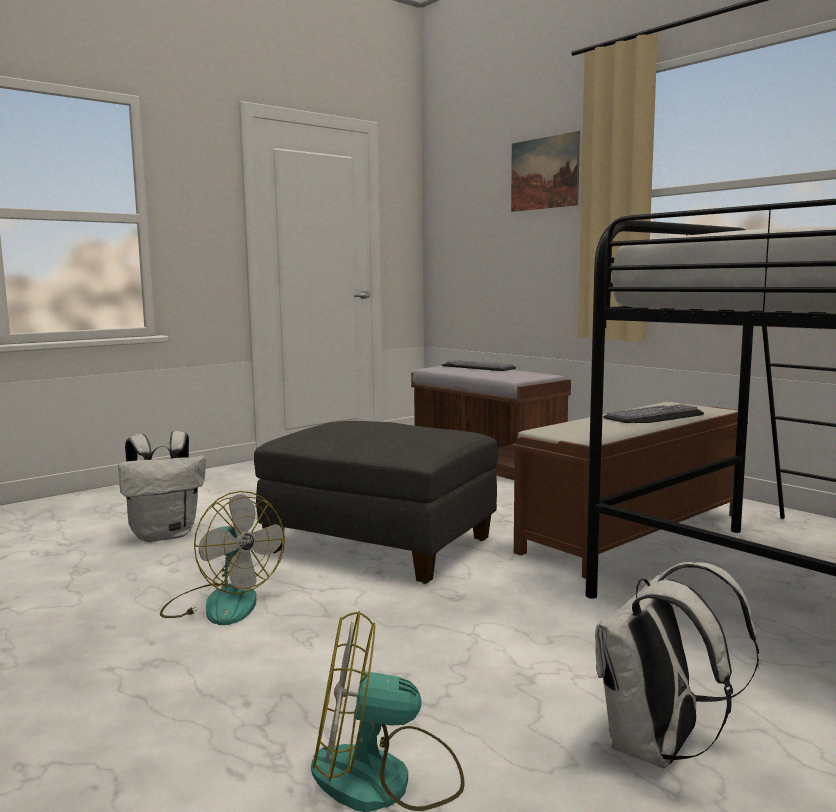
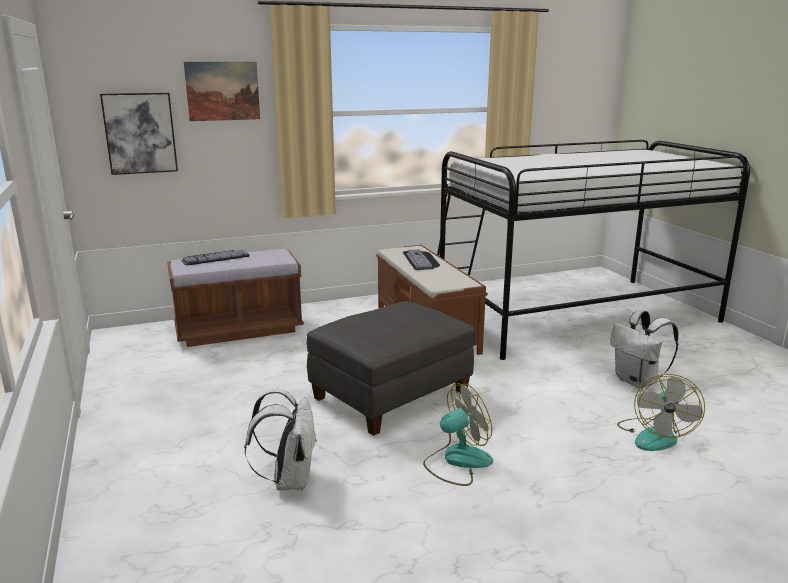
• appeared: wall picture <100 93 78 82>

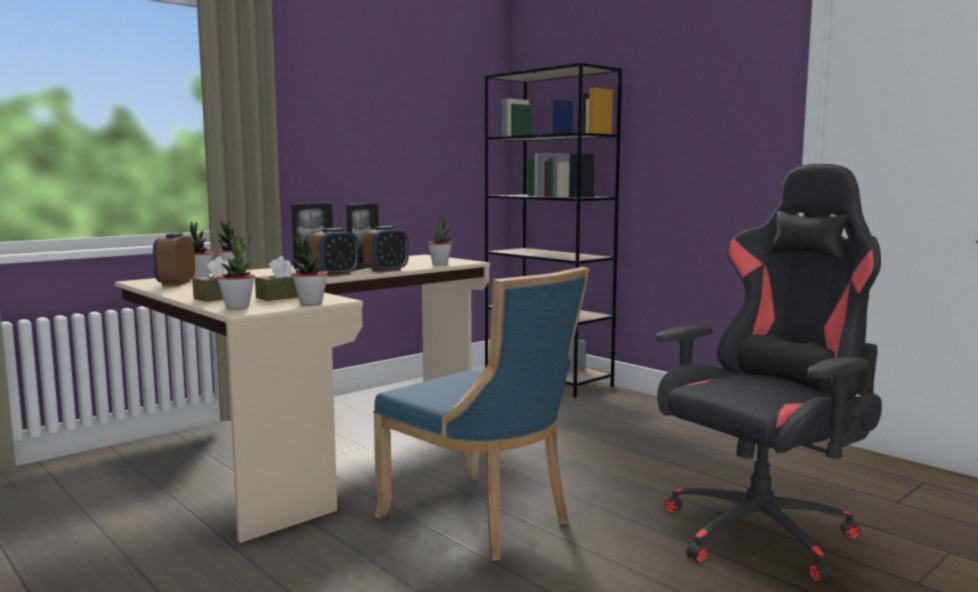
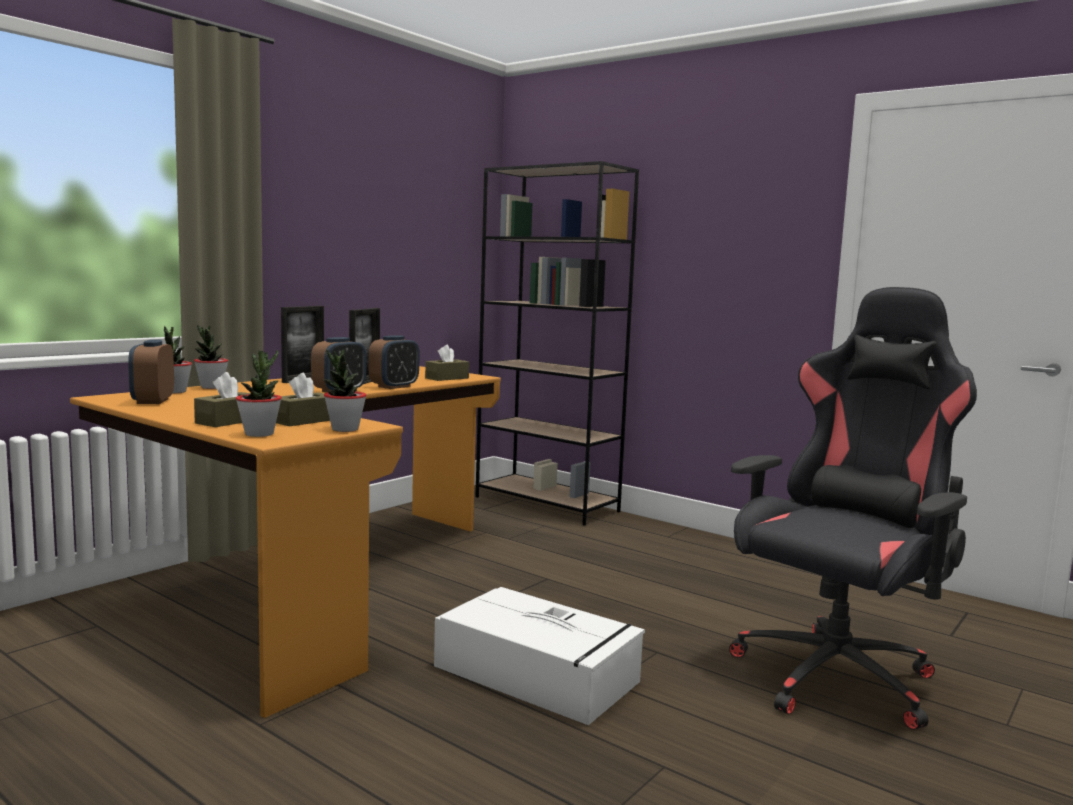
• exchanged: bluish upright chair <373 267 216 294> to white-coloured storage container <434 587 211 138>
• exchanged: houseplant <428 216 24 49> to brown tissue box <425 345 44 36>
• colour: beige desk unit <115 254 375 289> to orange desk unit <70 366 431 352>

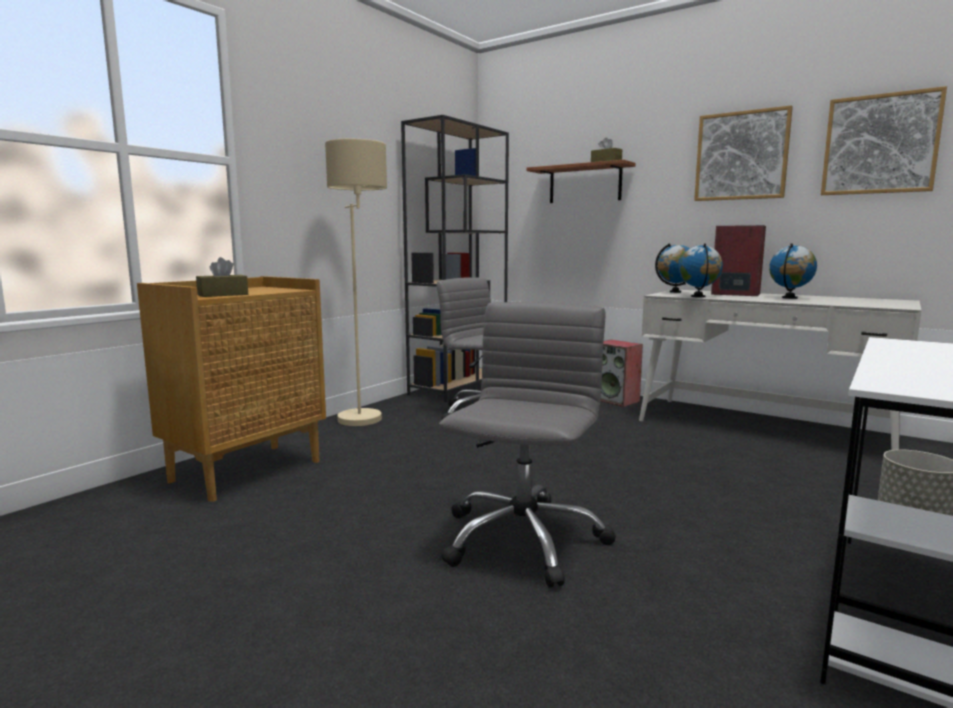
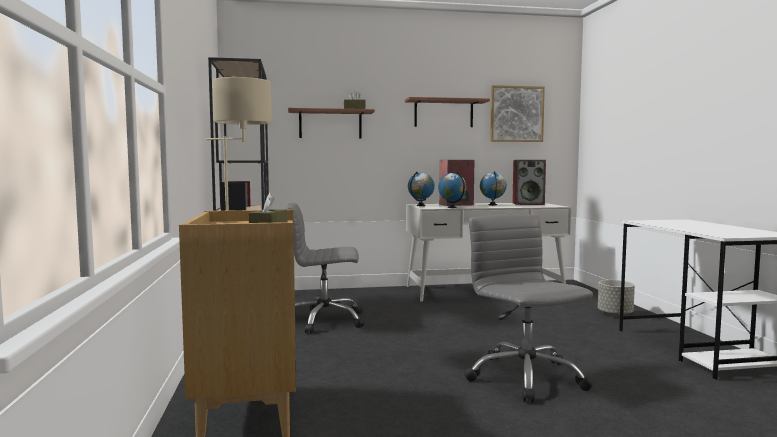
• relocated: audio speaker <600 340 43 67> to <512 160 34 45>
• exchanged: wall picture <694 105 99 96> to bracket shelf <405 97 85 30>

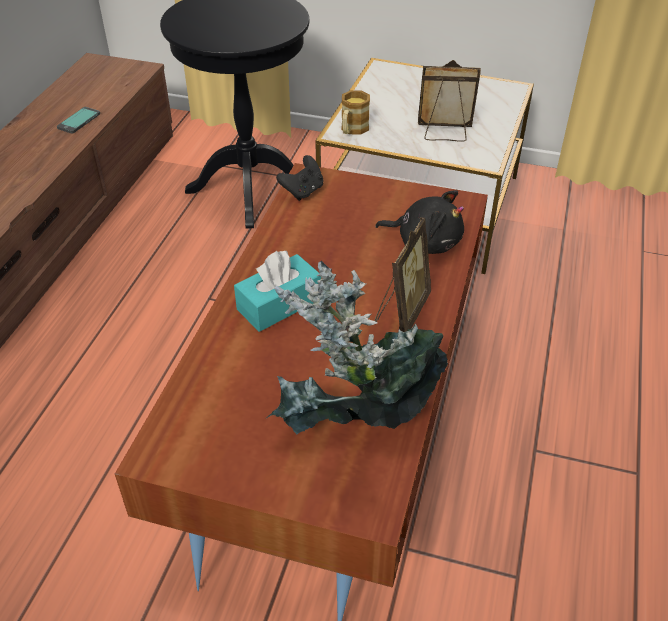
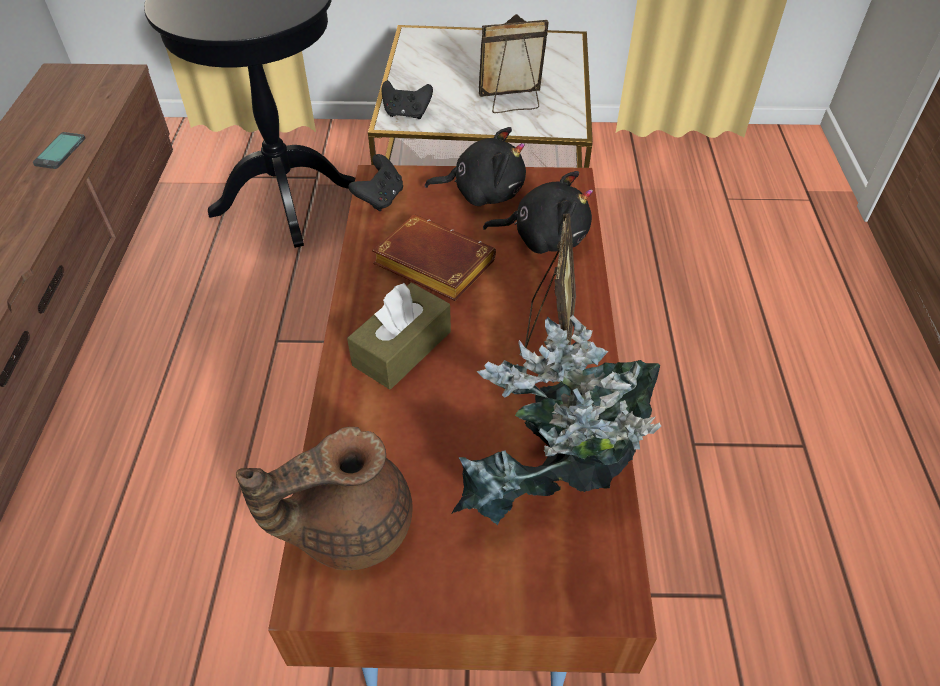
• appeared: brown tea pot <236 427 177 143>
• appeared: brown volume <372 214 124 87>
• appeared: black-coloured soft toy <425 127 101 79>
• exchanged: tea mug <341 90 29 45> to black-coloured gamepad <382 80 51 39>
• colour: turquoise tissue box <234 251 87 81> to brown tissue box <347 283 104 106>

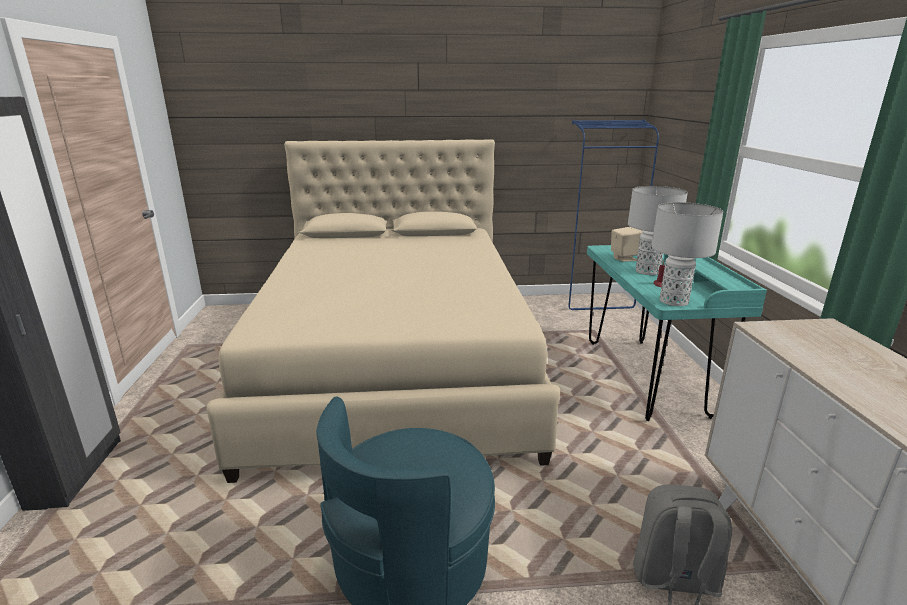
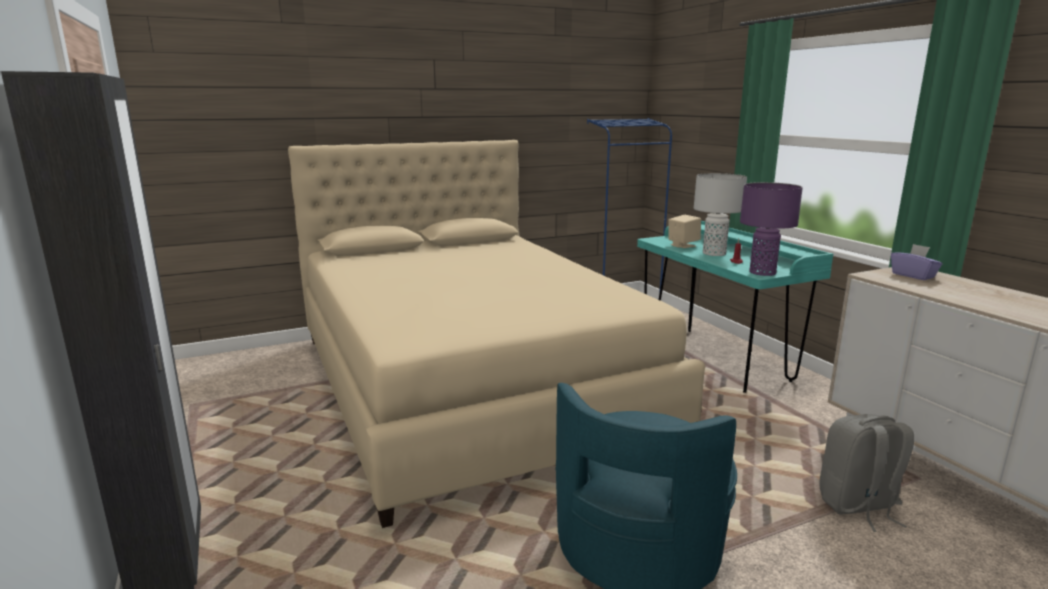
• appeared: purple tissue box <891 244 51 36>
• colour: white-coloured tabletop lamp <651 202 72 104> to purple tabletop lamp <740 182 63 94>

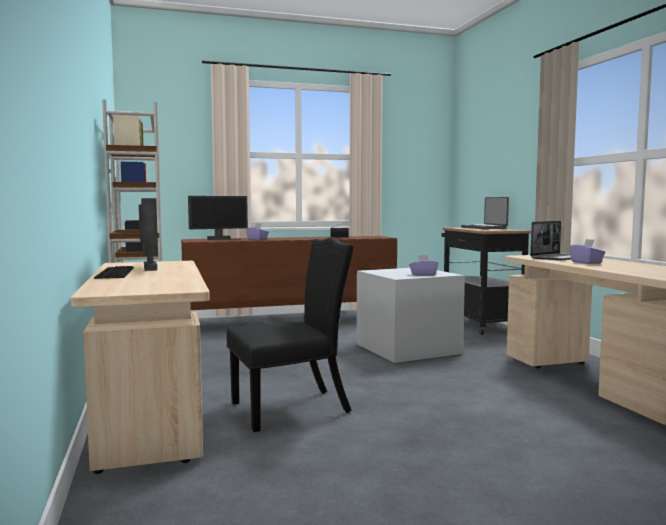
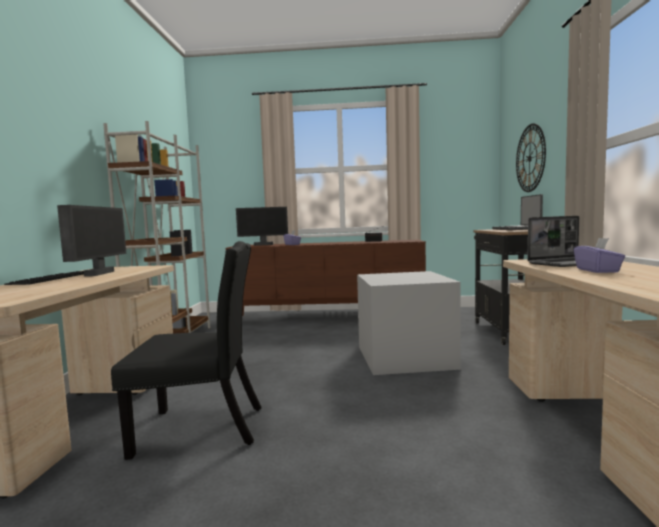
• missing: purple tissue box <409 255 29 21>
• appeared: hanging clock <516 123 30 69>

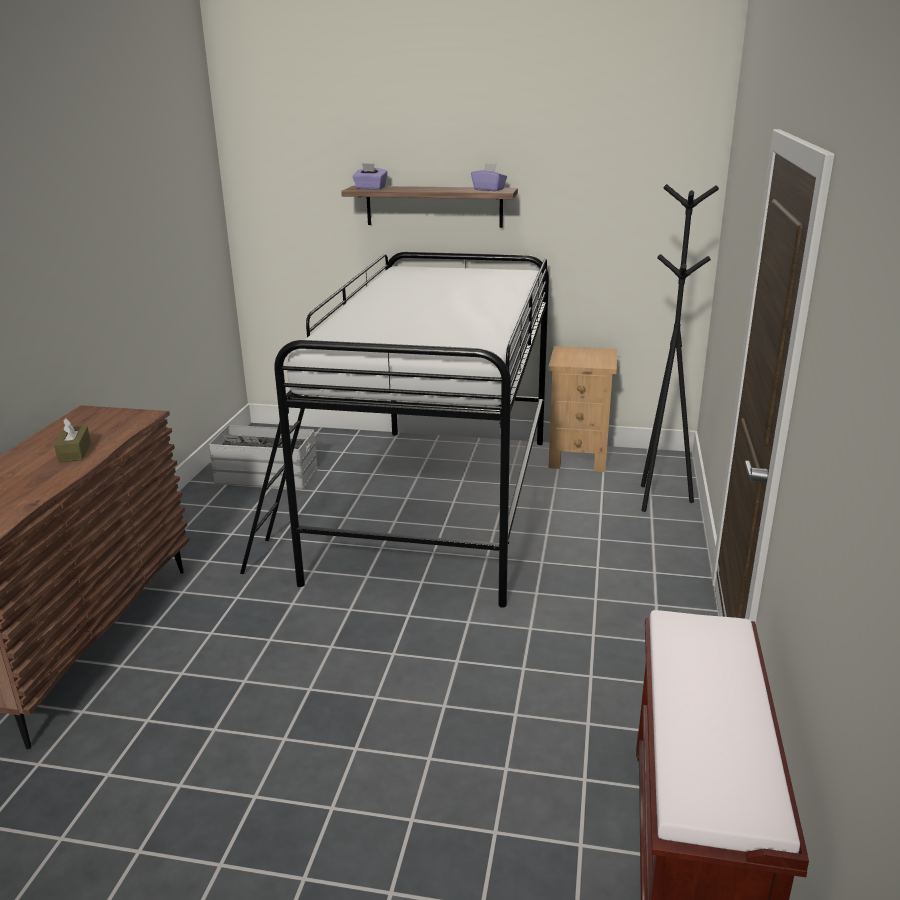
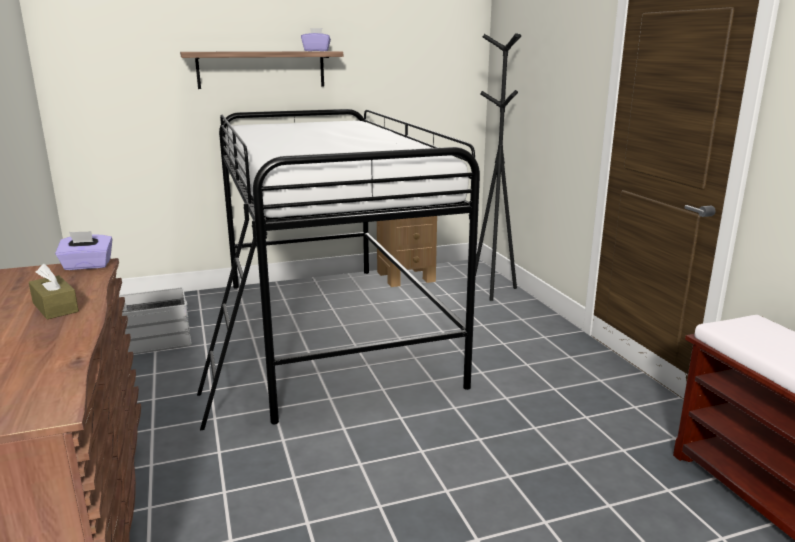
• relocated: purple tissue box <352 163 36 27> to <55 231 57 39>

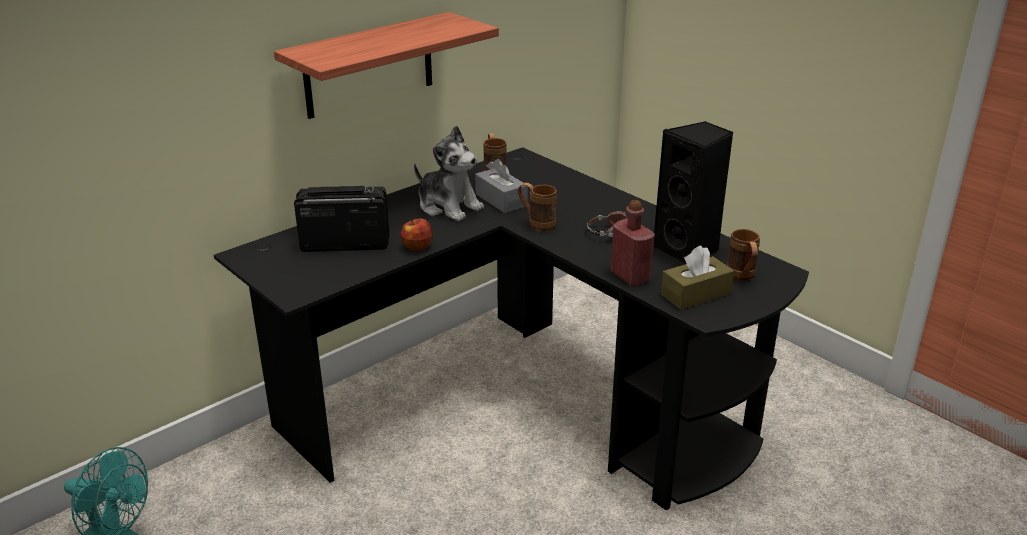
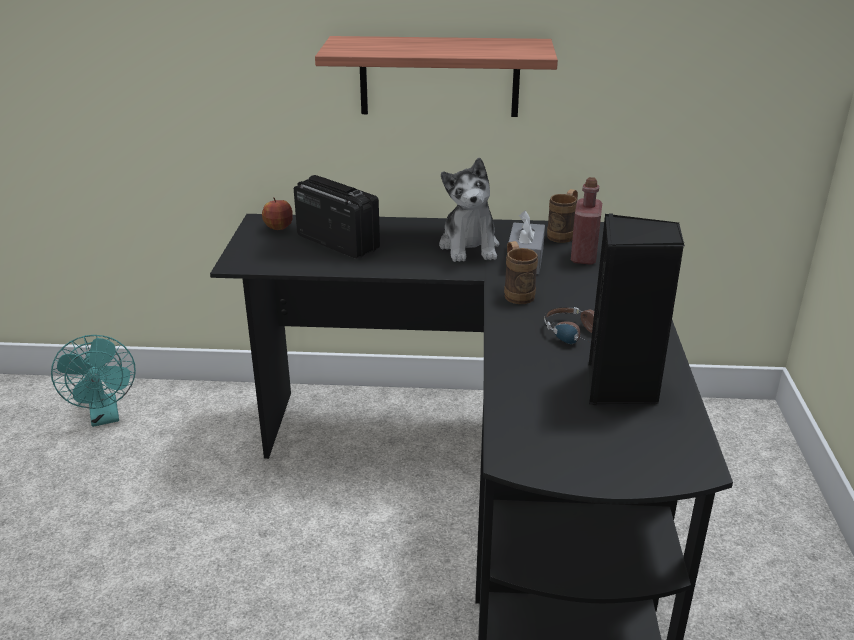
• missing: brown tissue box <661 246 73 64>
• missing: brown tea mug <727 229 33 52>
• relocated: apple <400 219 33 32> to <262 198 31 32>
• relocated: red beverage bottle <611 200 44 86> to <571 177 31 88>

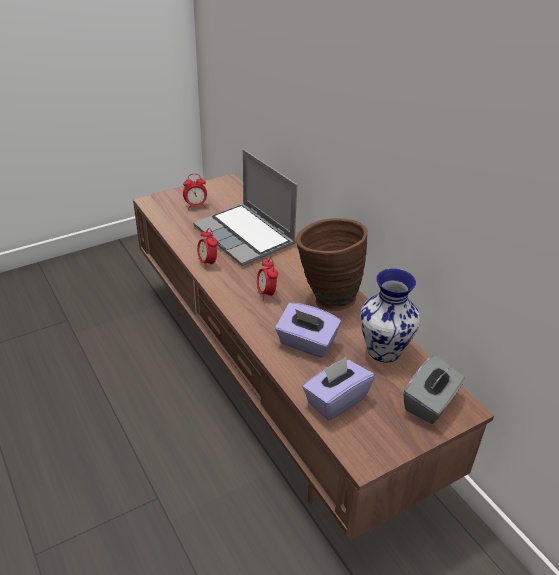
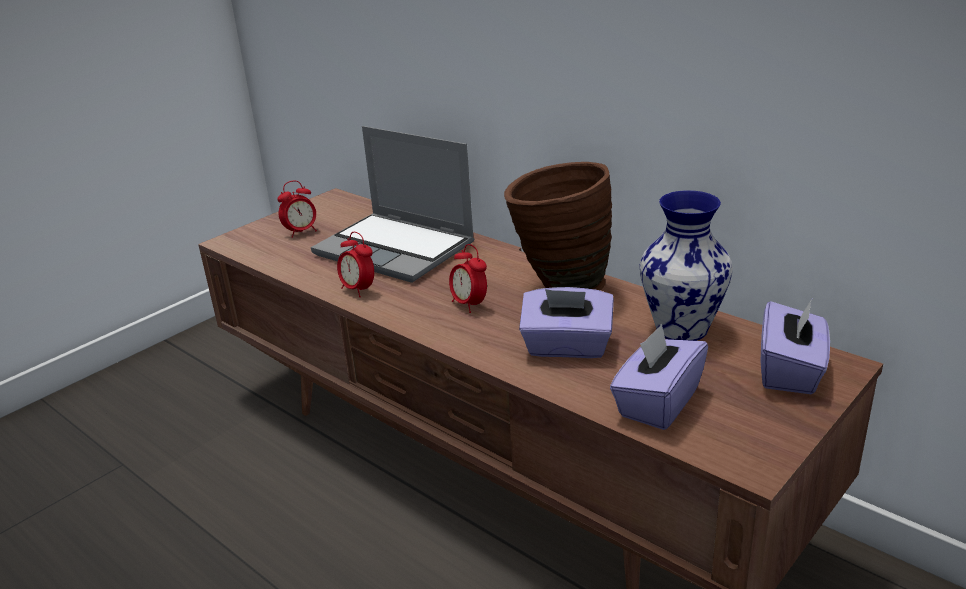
• colour: greyish tissue box <404 355 61 69> to purple tissue box <761 299 69 95>

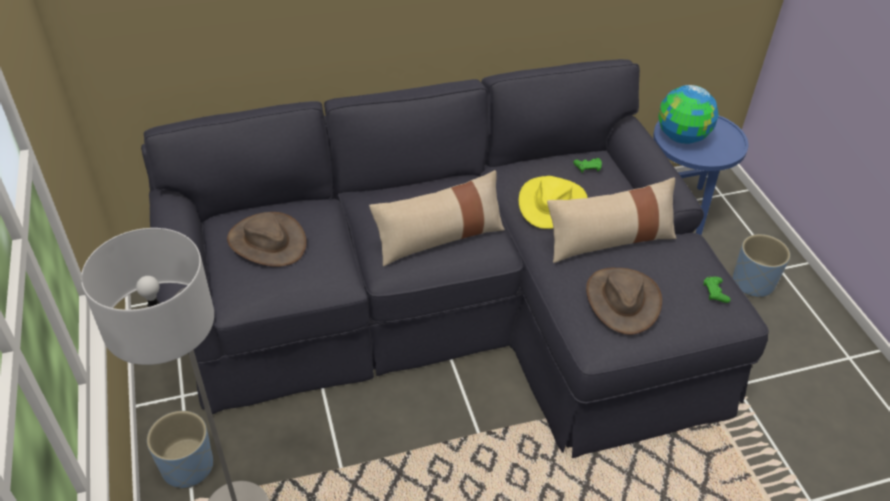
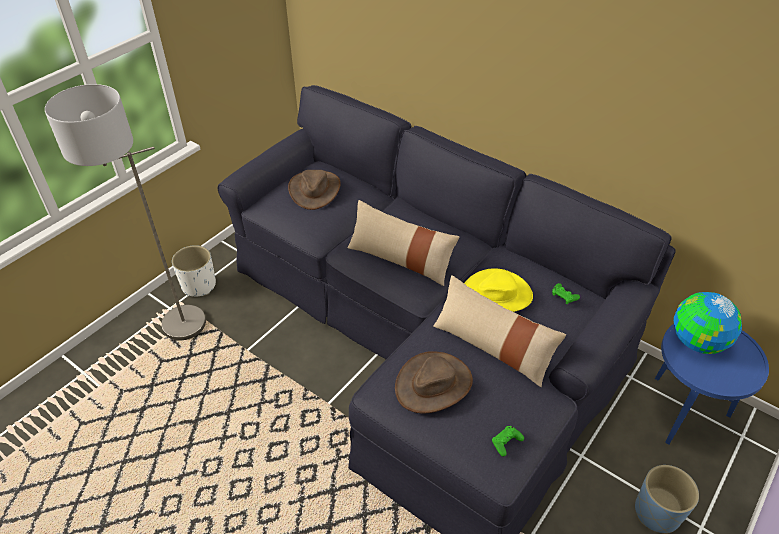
• colour: bluish plant pot <147 411 66 78> to white-coloured plant pot <172 245 44 52>

